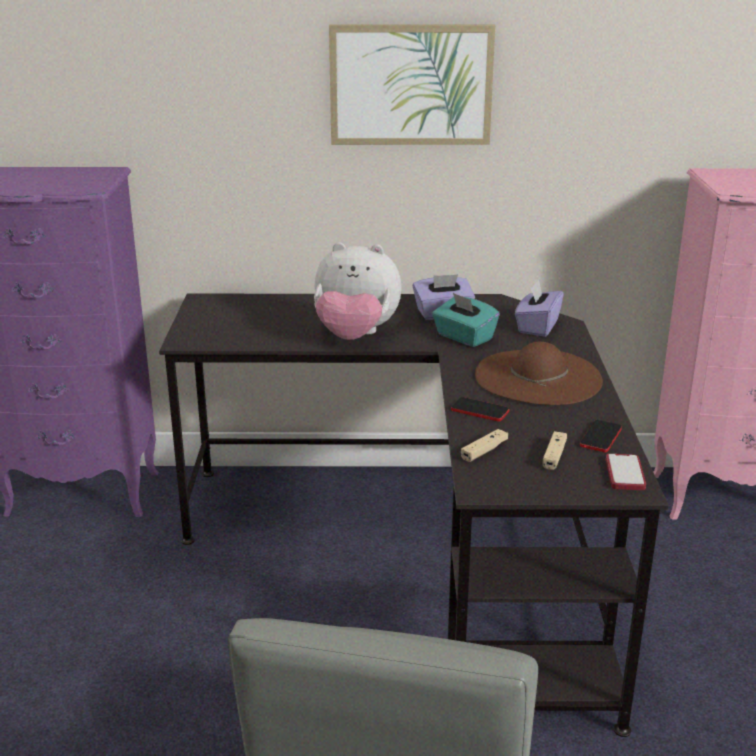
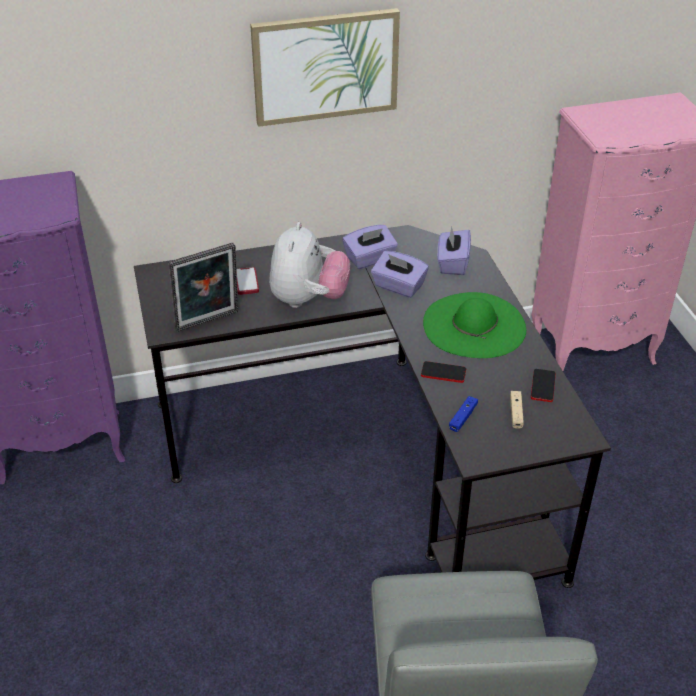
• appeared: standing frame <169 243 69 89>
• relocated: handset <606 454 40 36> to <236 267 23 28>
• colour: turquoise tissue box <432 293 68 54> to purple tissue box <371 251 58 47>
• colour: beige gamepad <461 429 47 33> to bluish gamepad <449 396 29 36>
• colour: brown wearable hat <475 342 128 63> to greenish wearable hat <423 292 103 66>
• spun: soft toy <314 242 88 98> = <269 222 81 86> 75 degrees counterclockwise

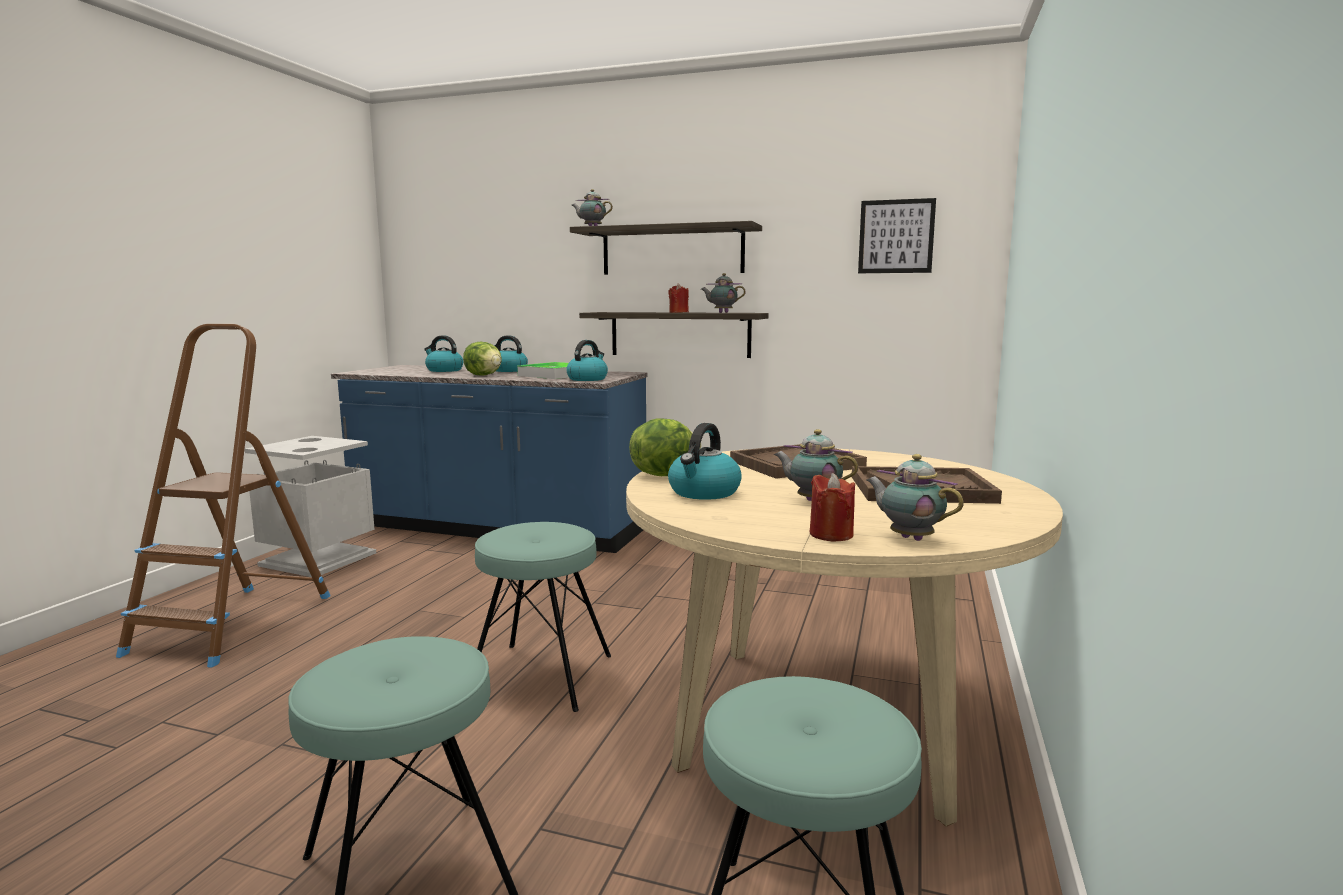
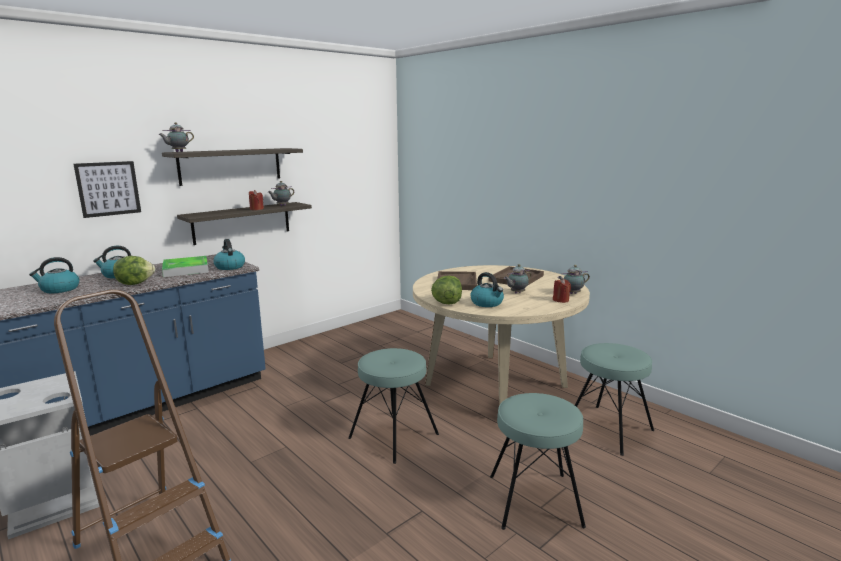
• relocated: wall picture <858 198 78 75> to <73 161 68 57>

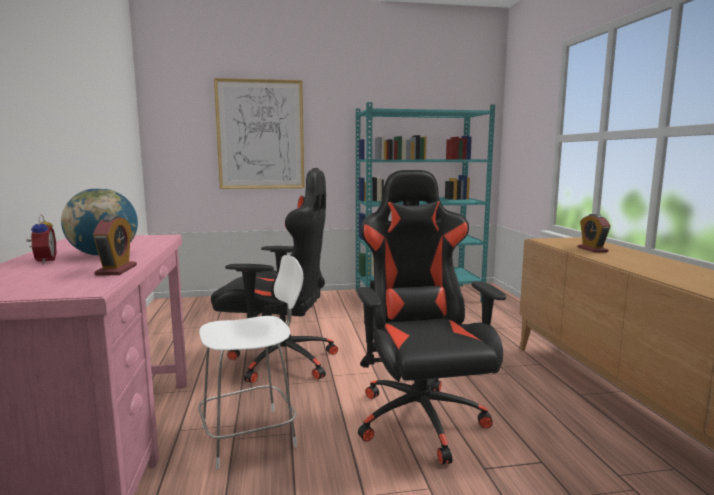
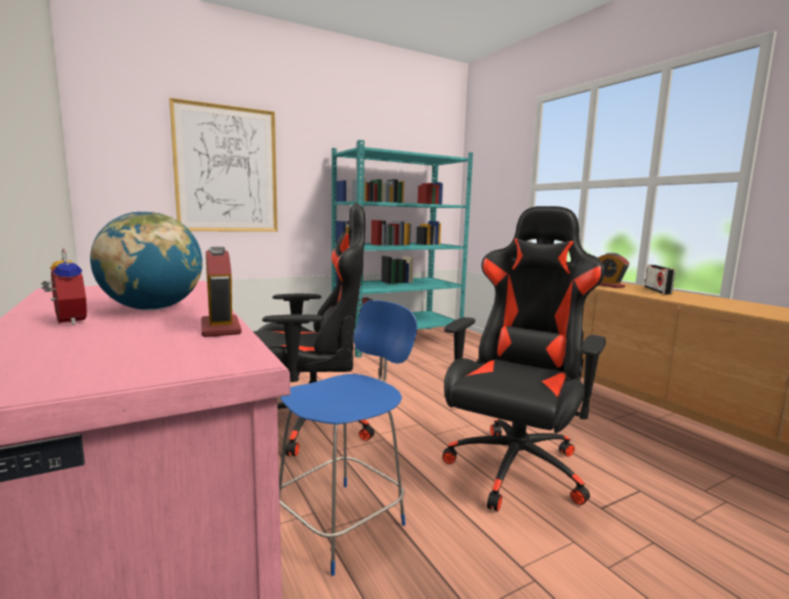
• appeared: radio receiver <645 265 30 30>
• colour: white-coloured upright chair <198 255 105 214> to bluish upright chair <279 300 138 276>
• spun: black-coloured computer chair <357 170 149 294> = <442 206 164 306> 60 degrees clockwise

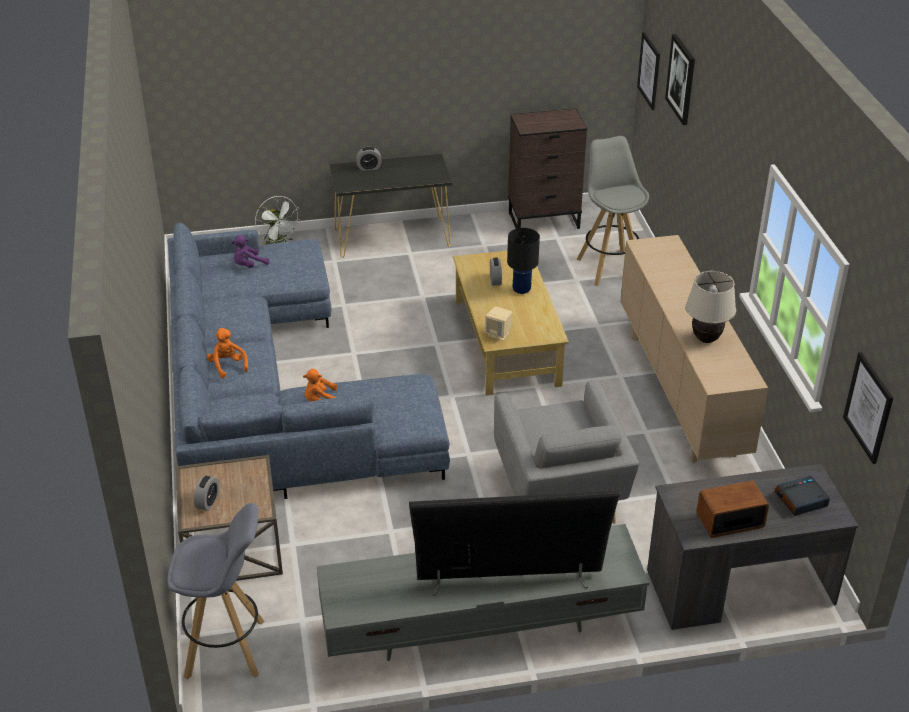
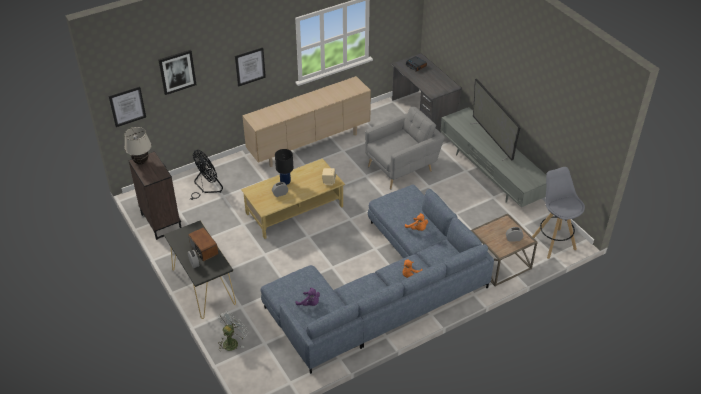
• relocated: beige tabletop lamp <685 271 51 72> to <124 127 28 38>
• relocated: radio receiver <696 481 73 57> to <188 227 30 34>
• relocated: wall picture <843 352 50 112> to <235 47 31 40>
• exchanged: greyish stool seat <577 136 72 150> to black-coloured cooling fan <190 150 33 50>

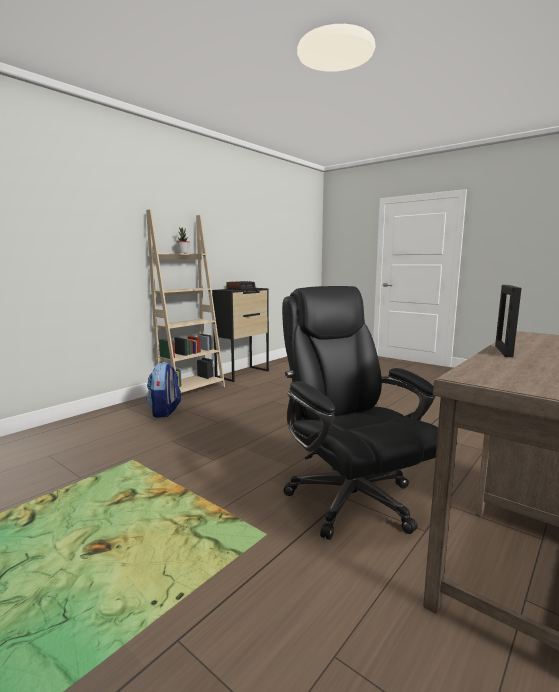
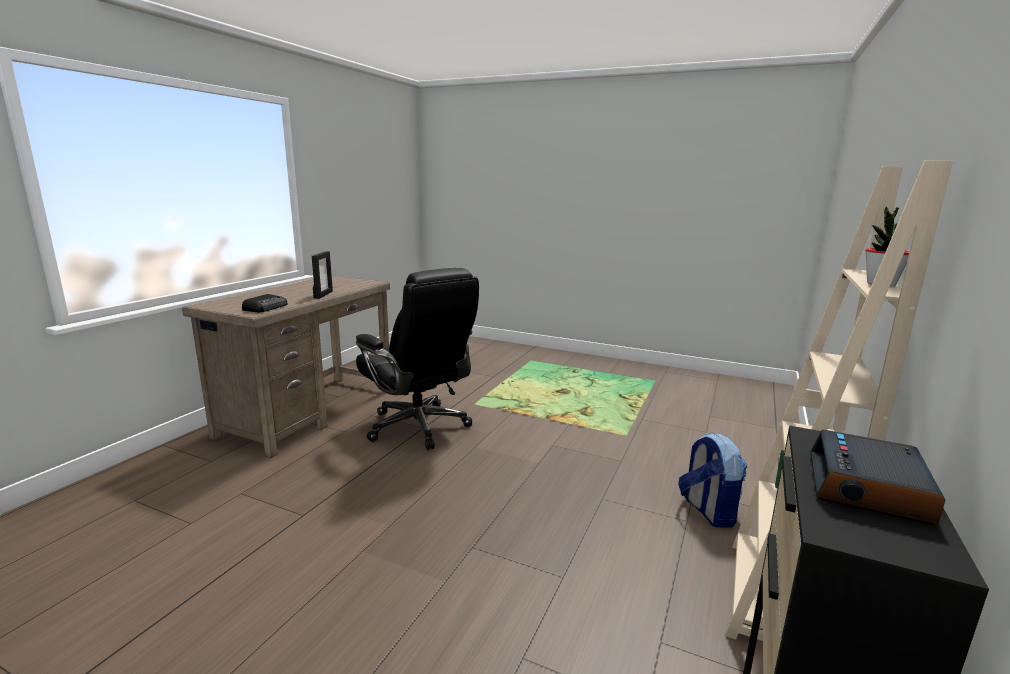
• appeared: radio receiver <242 294 46 18>

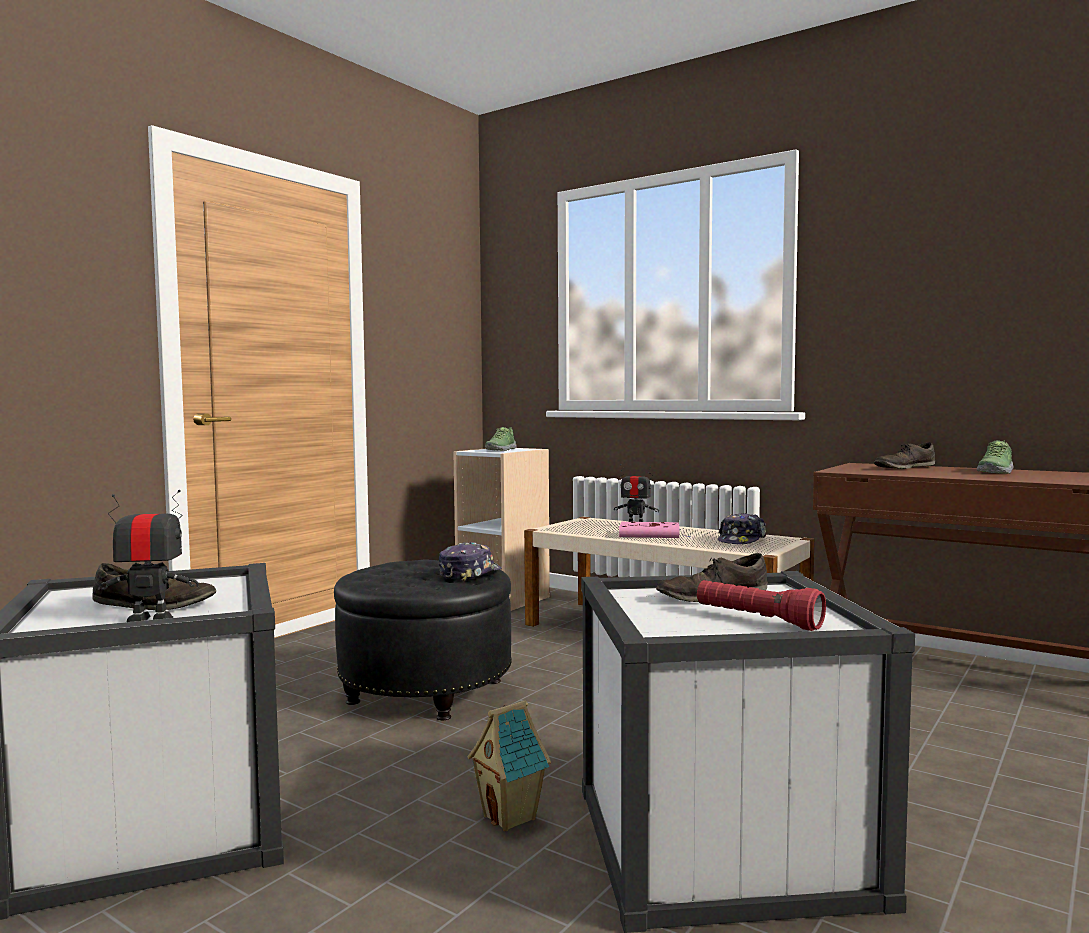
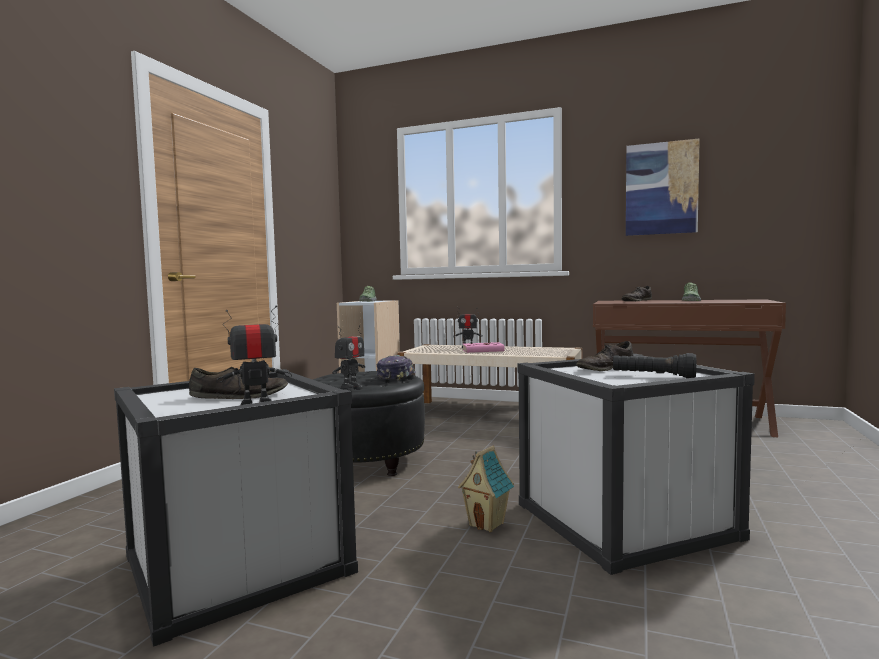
• missing: peaked cap <717 513 49 31>
• appeared: model robot <332 326 33 62>
• appeared: wall picture <626 138 74 98>
• colour: red flashlight <697 580 129 51> to black-coloured flashlight <613 353 83 25>

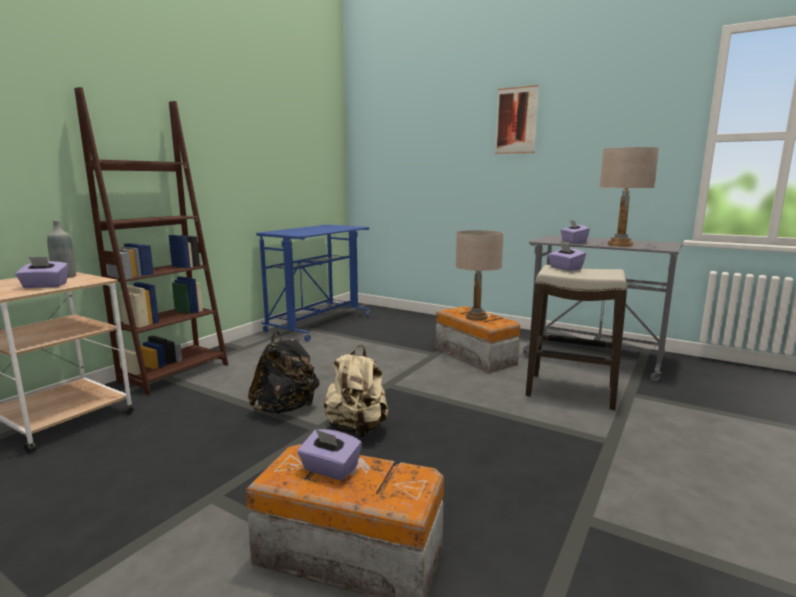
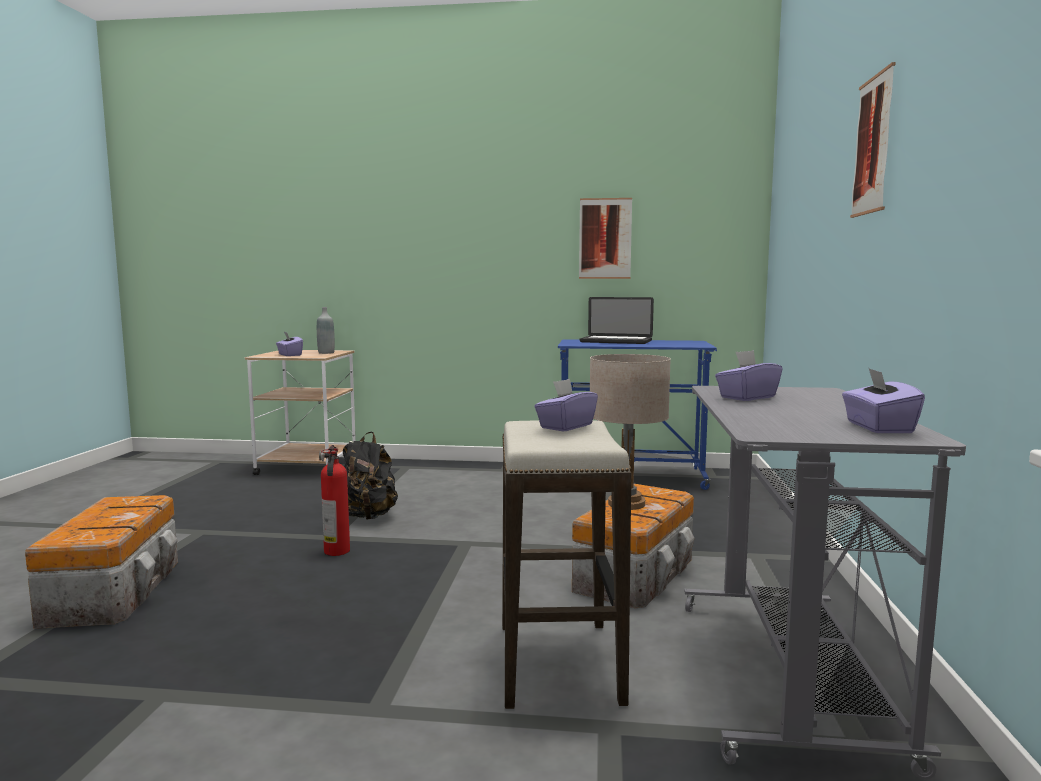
• missing: brown shelving unit <74 87 154 308>
• missing: beige tabletop lamp <600 147 59 100>
• appeared: wall picture <579 198 53 81>
• appeared: portable computer <580 297 74 47>
• relocated: purple tissue box <297 429 65 51> to <842 368 83 65>
• exchanged: beige knapsack <324 345 65 92> to fire extinguisher <319 445 31 111>

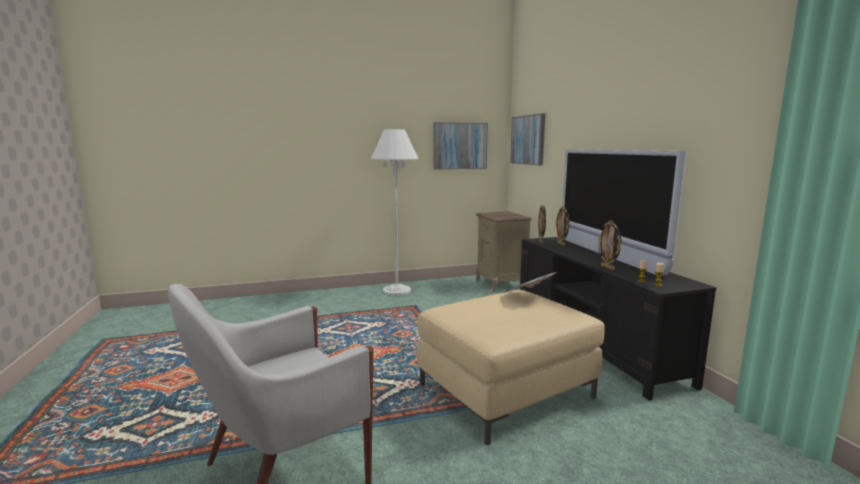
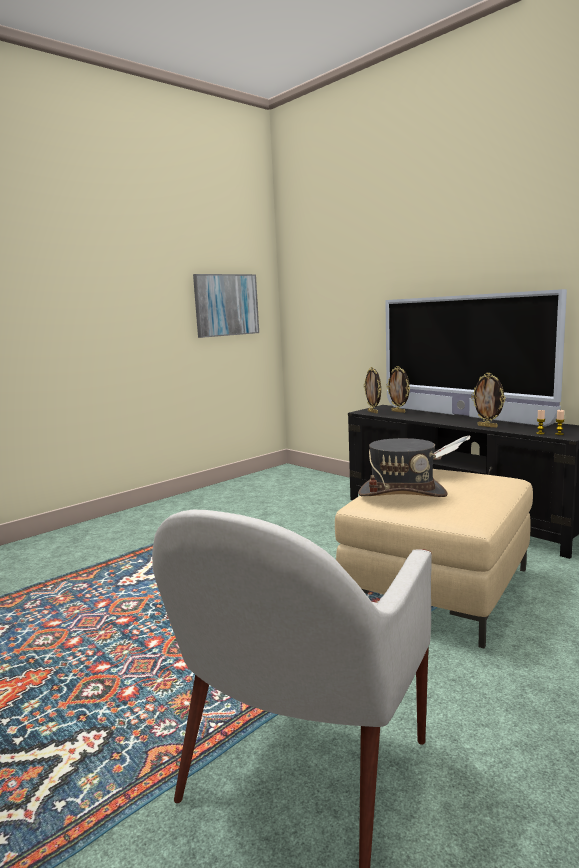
• missing: white-coloured floor lamp <371 129 48 166>
• missing: beige bedside table <475 211 57 81>
• missing: wall picture <510 114 35 51>
• appeared: greyish wearable hat <358 438 90 59>

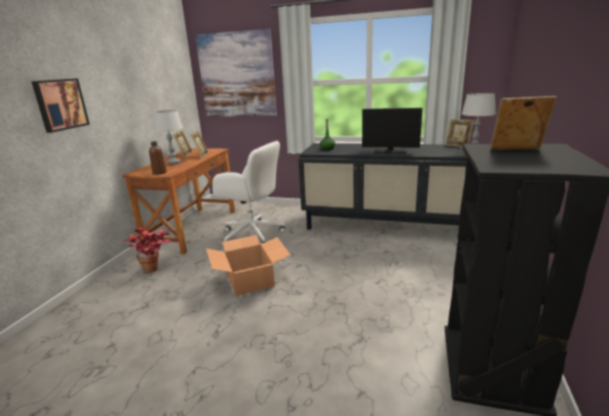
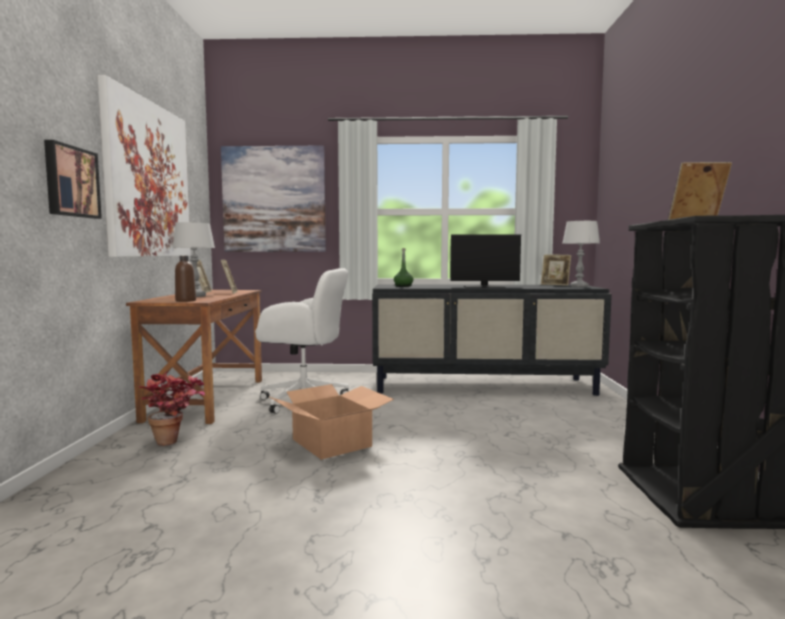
• appeared: wall picture <98 75 93 182>

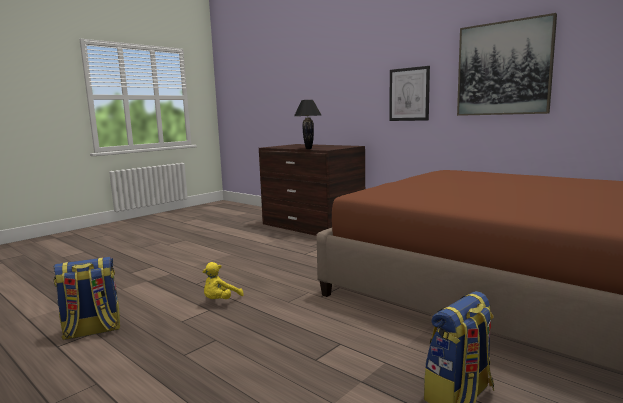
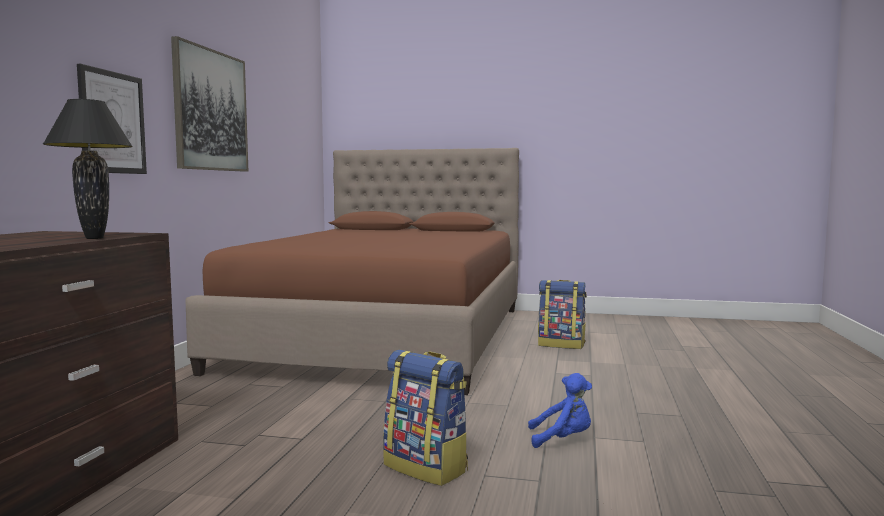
• relocated: knapsack <54 257 66 83> to <383 350 85 136>
• colour: yellow-coloured soft toy <203 262 41 37> to bluish soft toy <528 373 64 75>

